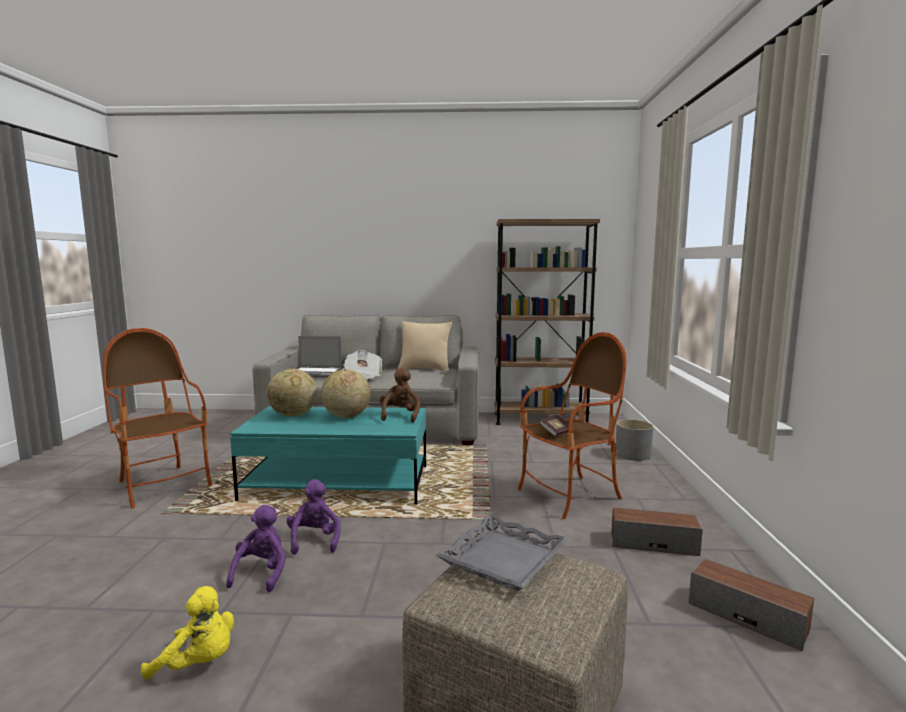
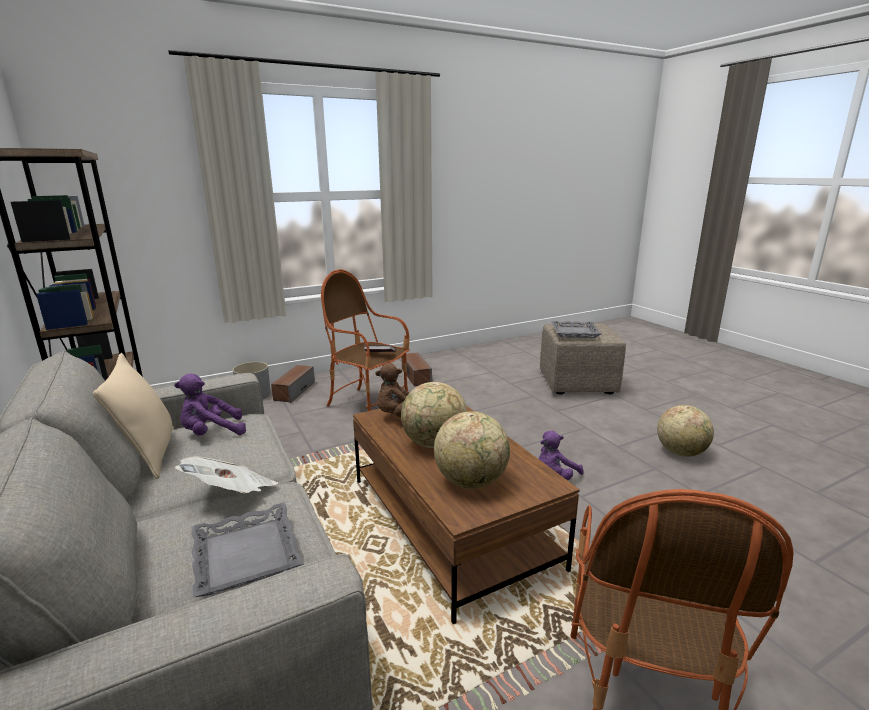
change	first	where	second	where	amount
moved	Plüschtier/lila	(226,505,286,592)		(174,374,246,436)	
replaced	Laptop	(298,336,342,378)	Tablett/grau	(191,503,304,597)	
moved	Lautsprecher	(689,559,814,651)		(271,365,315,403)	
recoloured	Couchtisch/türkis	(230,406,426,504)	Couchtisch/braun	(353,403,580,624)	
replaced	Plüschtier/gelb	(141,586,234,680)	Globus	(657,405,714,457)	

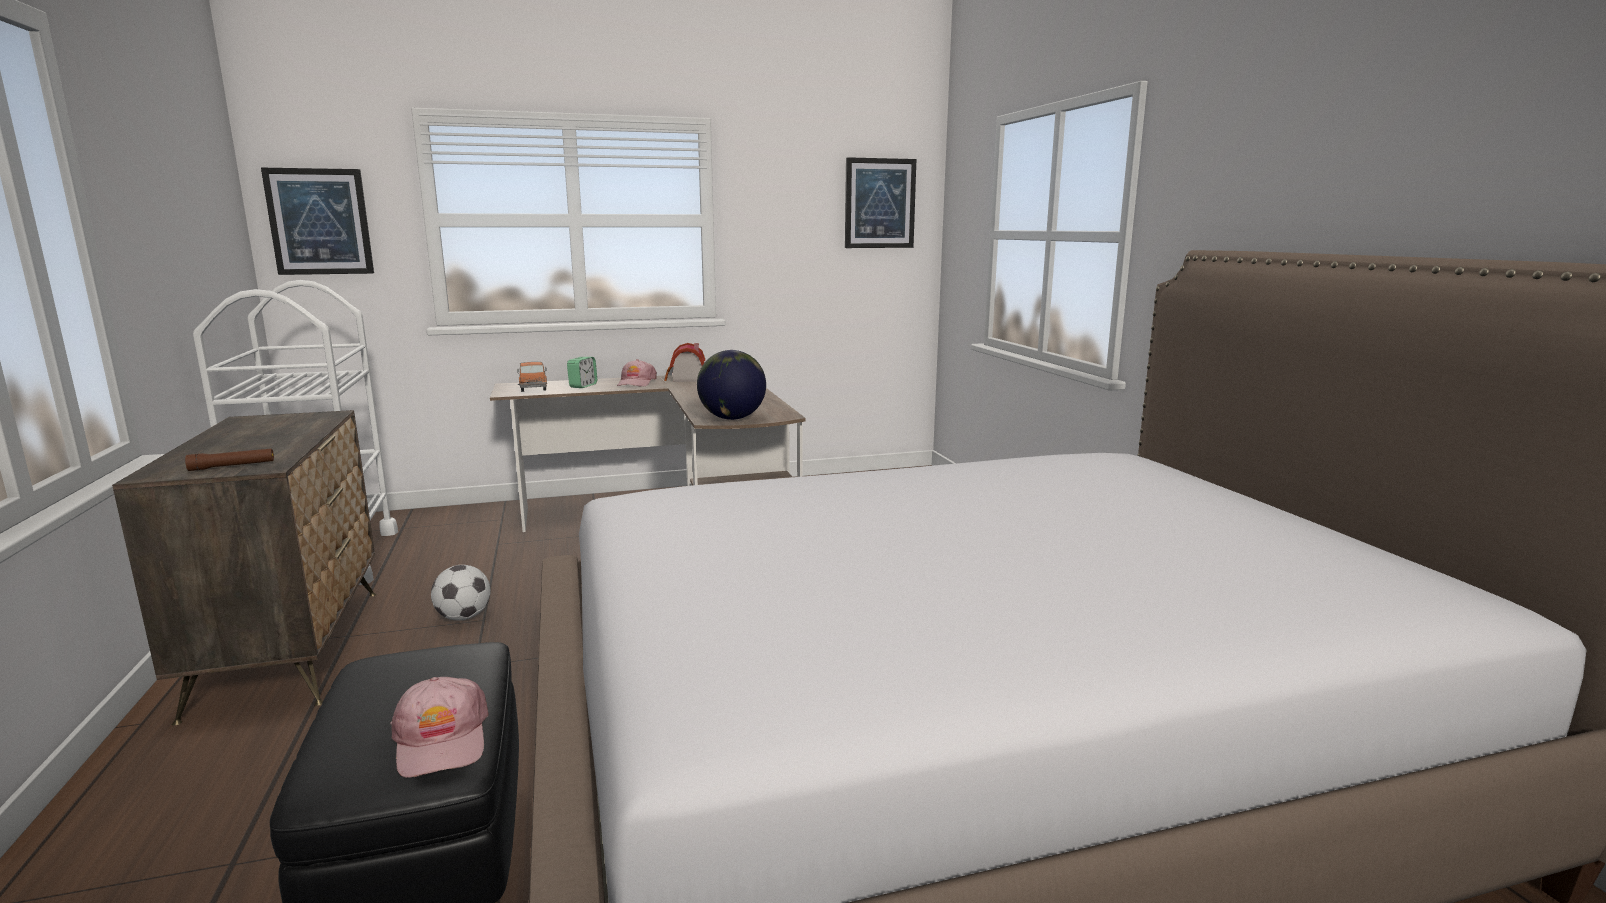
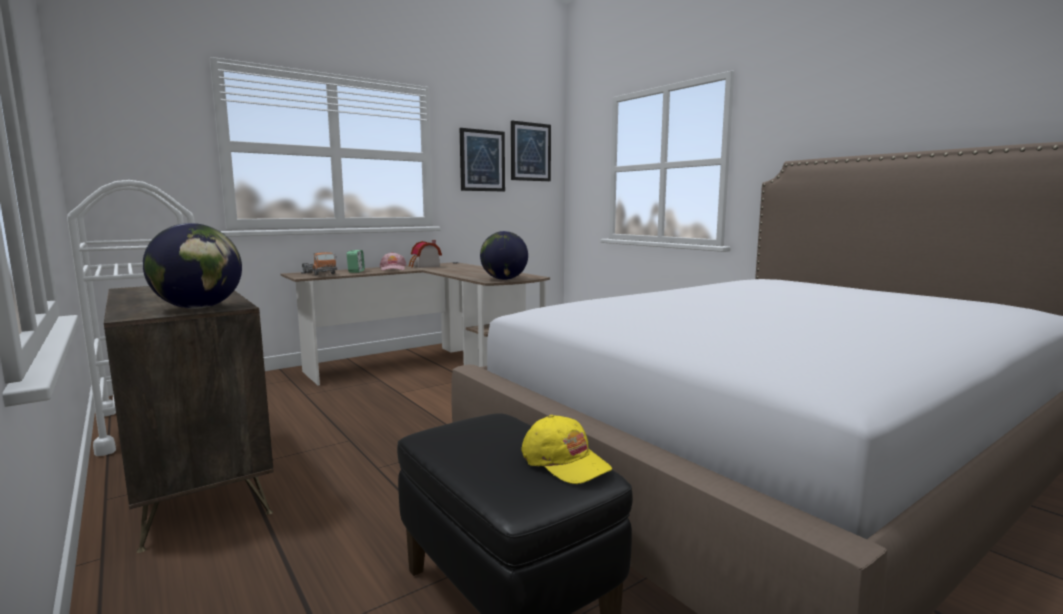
change	first	where	second	where	amount
replaced	Taschenlampe/braun	(185,448,274,471)	Globus	(143,223,242,309)	
moved	Bild	(261,168,374,275)		(460,128,505,191)	
recoloured	Kappe/rosa	(390,677,489,778)	Kappe/gelb	(521,415,612,484)	
removed	Fußball	(431,565,491,621)			

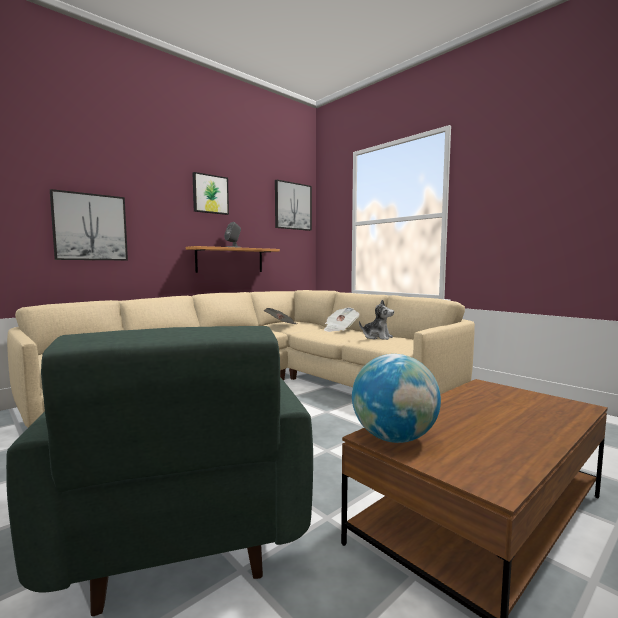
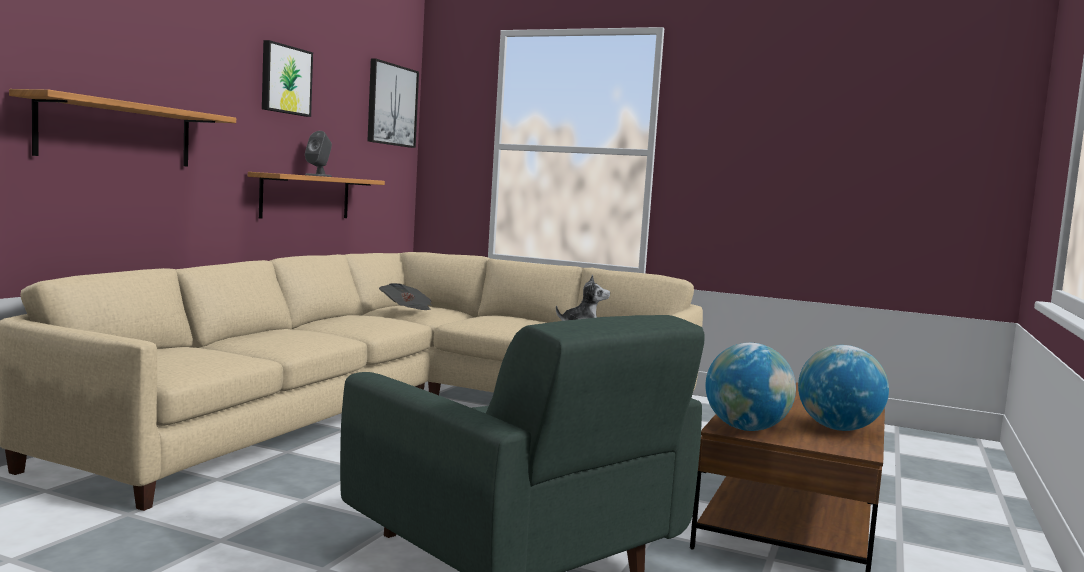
change	first	where	second	where	amount
replaced	Bild	(50,189,128,260)	Wandregal	(9,89,236,167)	
added			Globus	(798,345,889,431)	
removed	Zeitung	(324,307,360,332)			

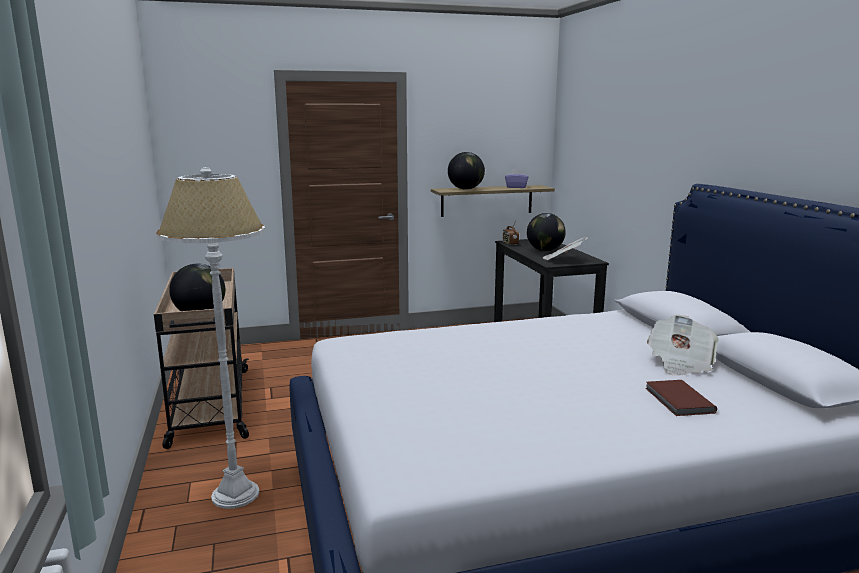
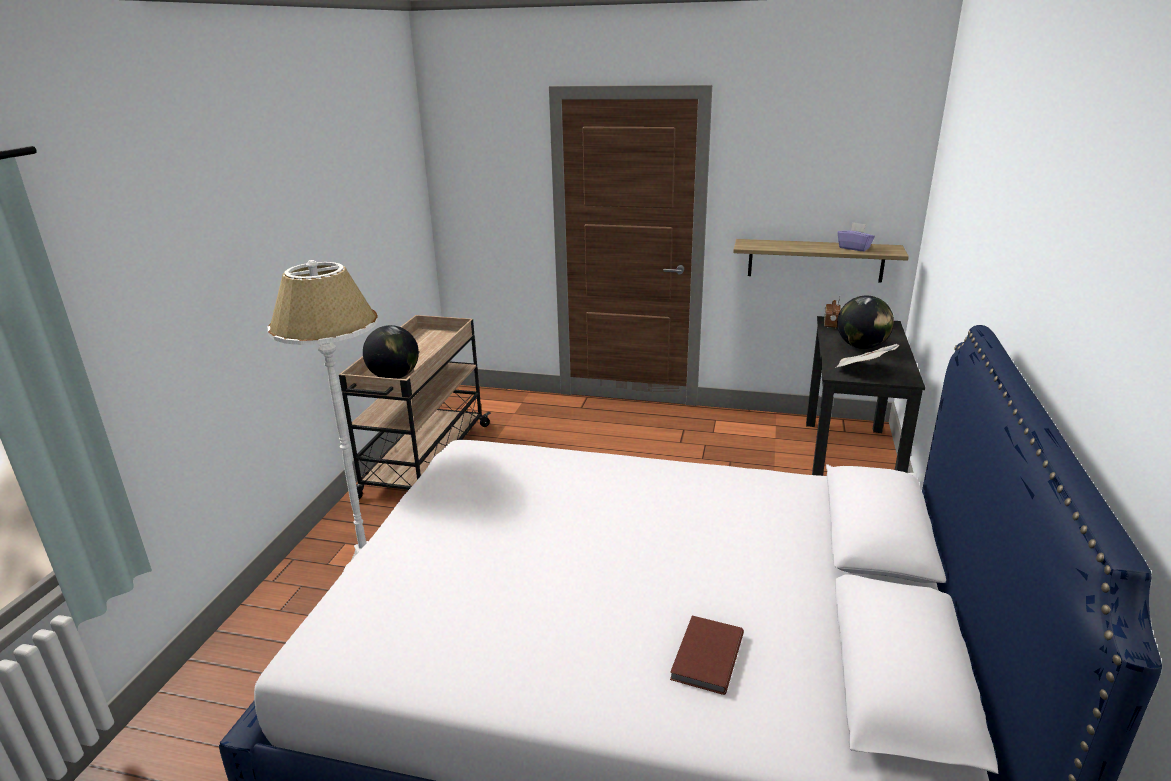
change	first	where	second	where	amount
removed	Globus	(448,152,485,190)			
removed	Zeitung	(647,315,719,376)			

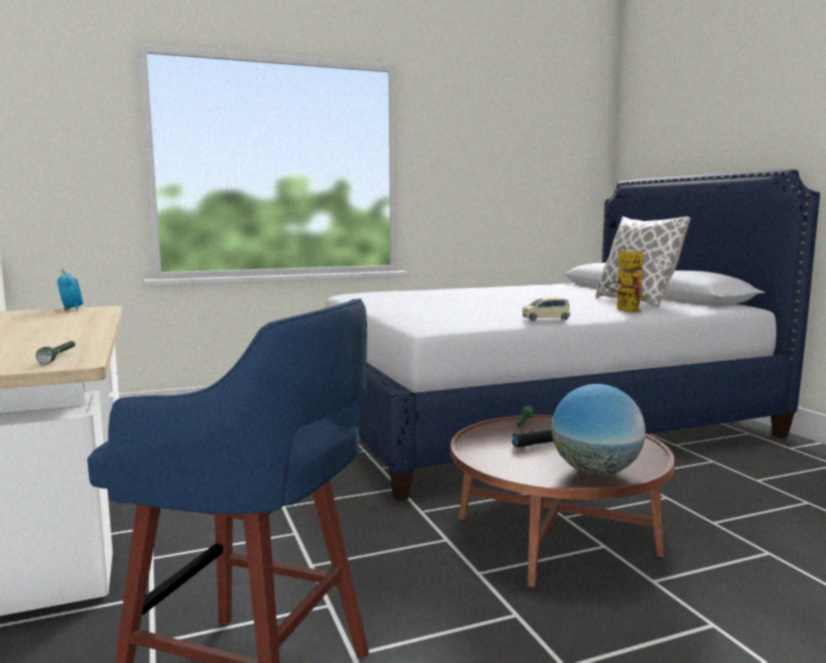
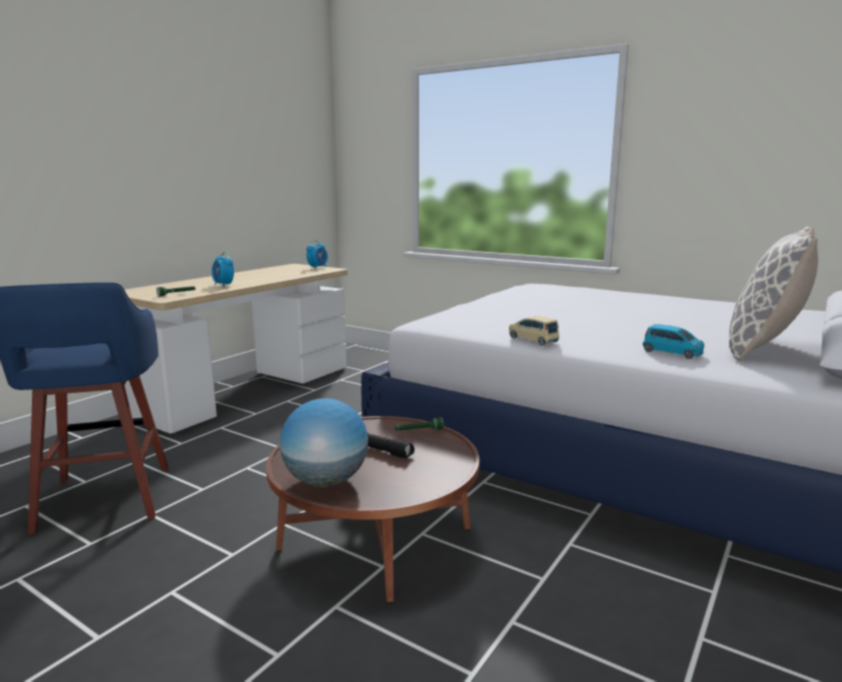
change	first	where	second	where	amount
added			Wecker	(212,252,234,287)	
replaced	Spielzeugroboter	(605,247,644,312)	Spielzeugauto/blau	(643,324,704,359)	

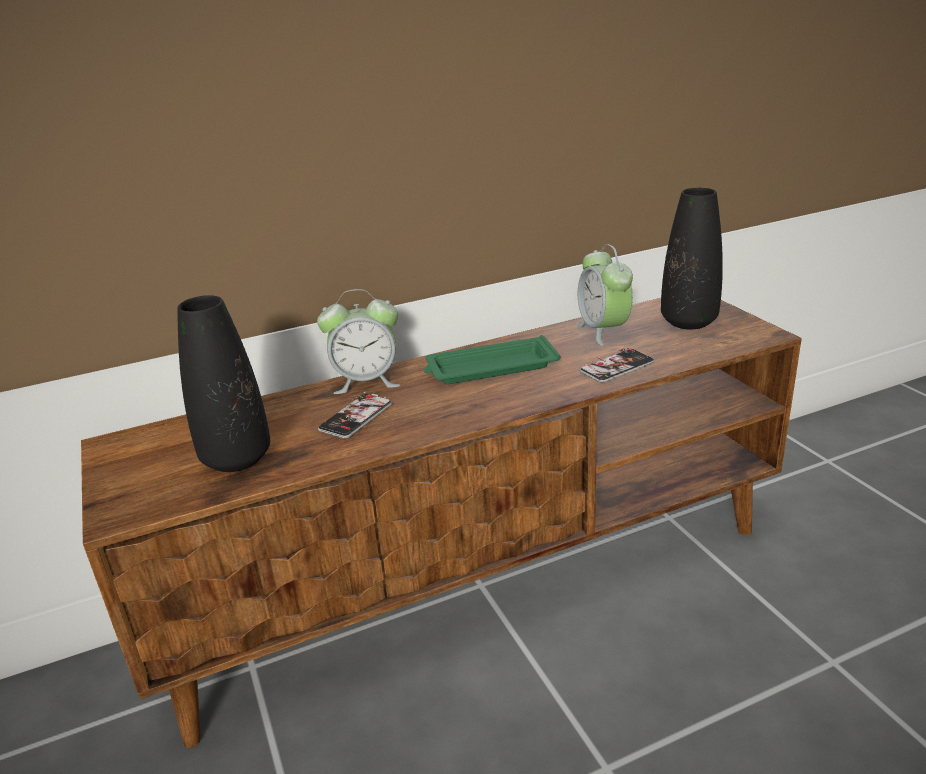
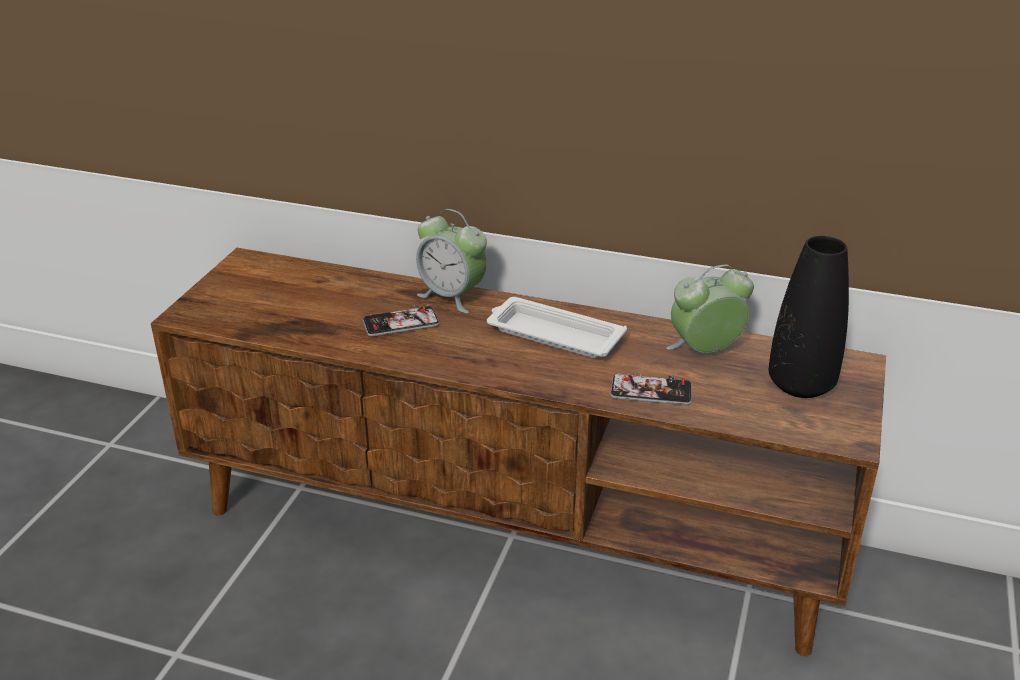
change	first	where	second	where	amount
recoloured	Tablett/grün	(424,335,560,384)	Tablett/weiß	(487,297,627,358)	
turned	Wecker	(576,244,633,346)		(666,265,754,353)	45 degrees clockwise
removed	Vase/schwarz	(177,295,270,472)			

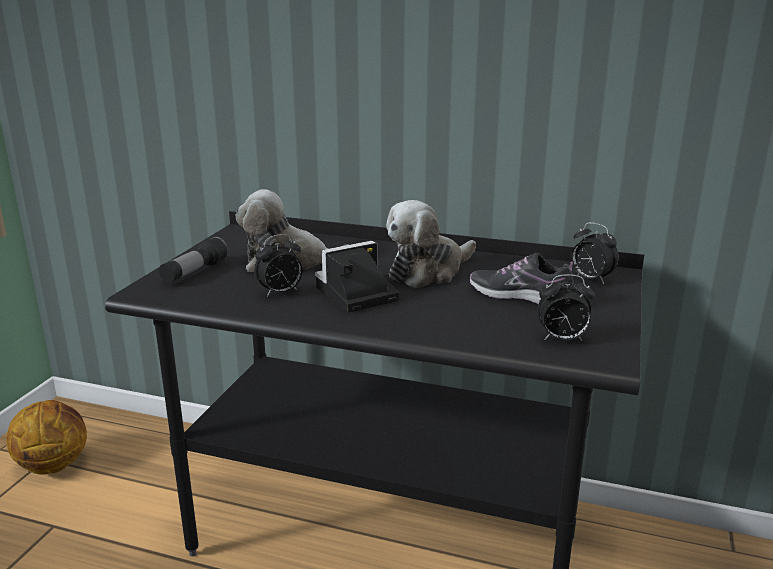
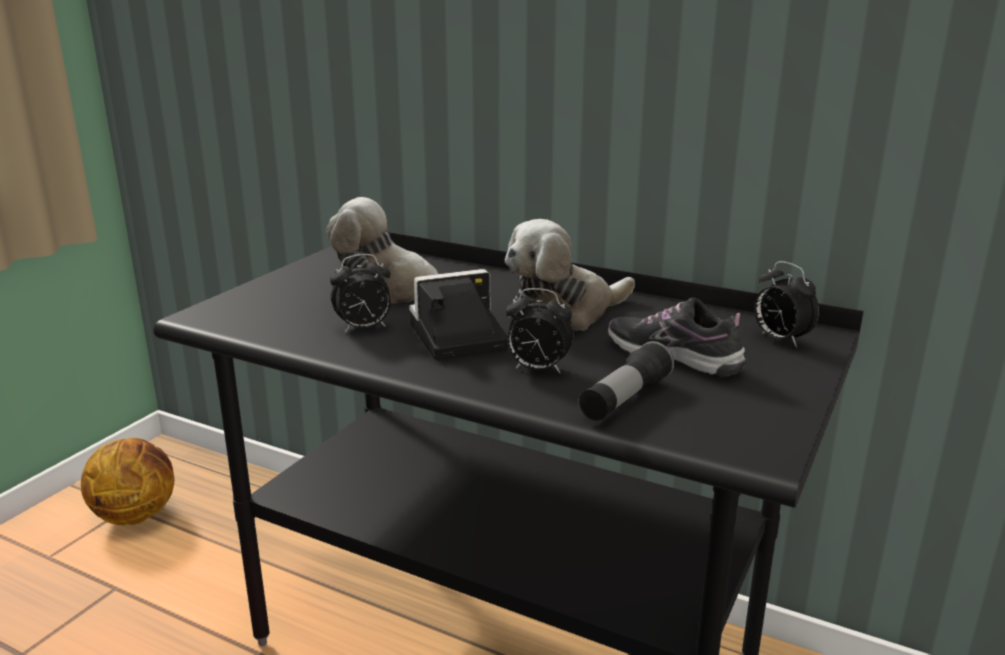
change	first	where	second	where	amount
moved	Wecker	(538,274,595,341)		(505,288,573,373)	
moved	Taschenlampe	(159,237,229,283)		(579,341,674,421)	

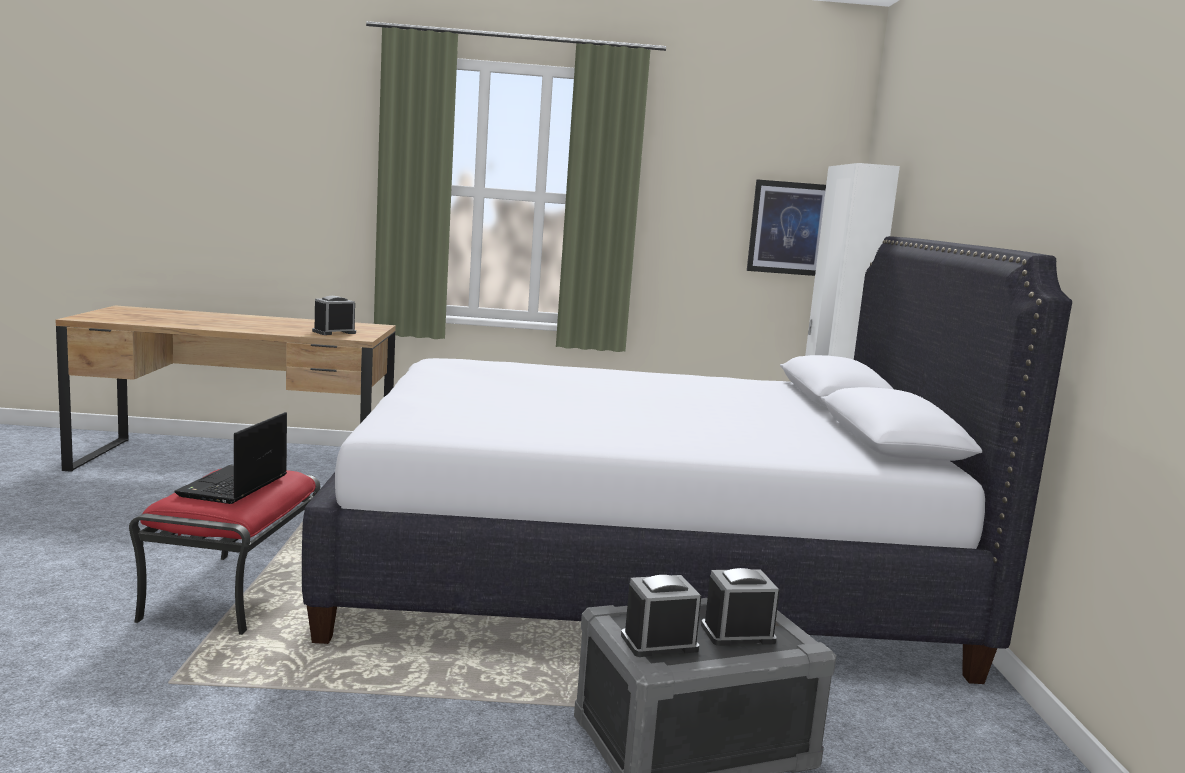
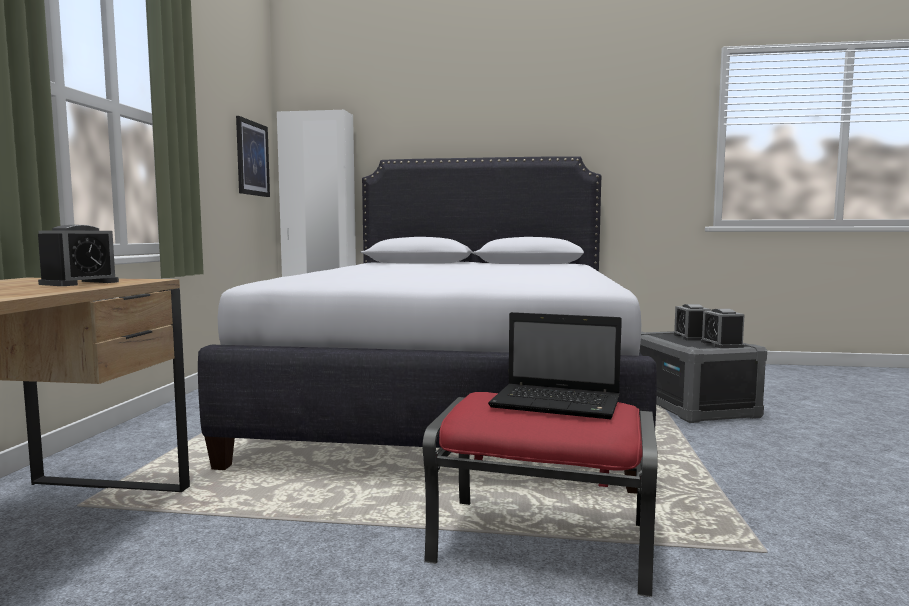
change	first	where	second	where	amount
turned	Wecker	(312,296,356,335)		(38,225,119,286)	120 degrees counterclockwise

